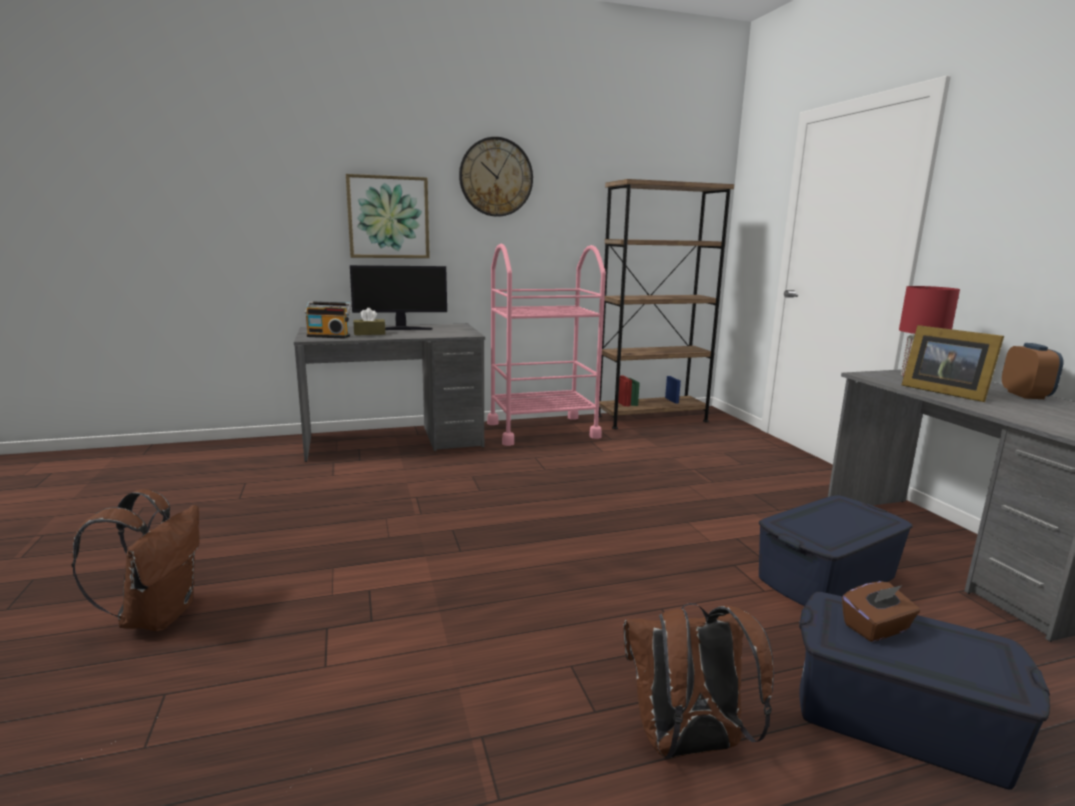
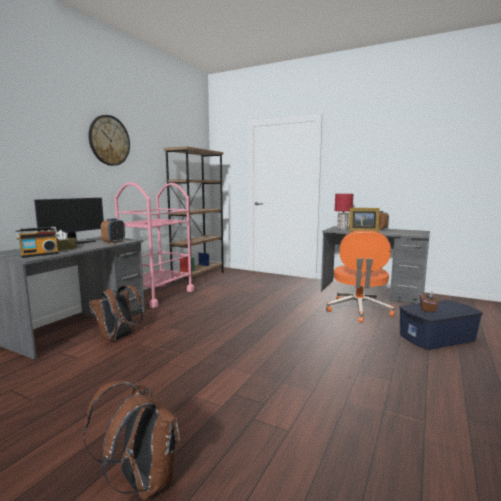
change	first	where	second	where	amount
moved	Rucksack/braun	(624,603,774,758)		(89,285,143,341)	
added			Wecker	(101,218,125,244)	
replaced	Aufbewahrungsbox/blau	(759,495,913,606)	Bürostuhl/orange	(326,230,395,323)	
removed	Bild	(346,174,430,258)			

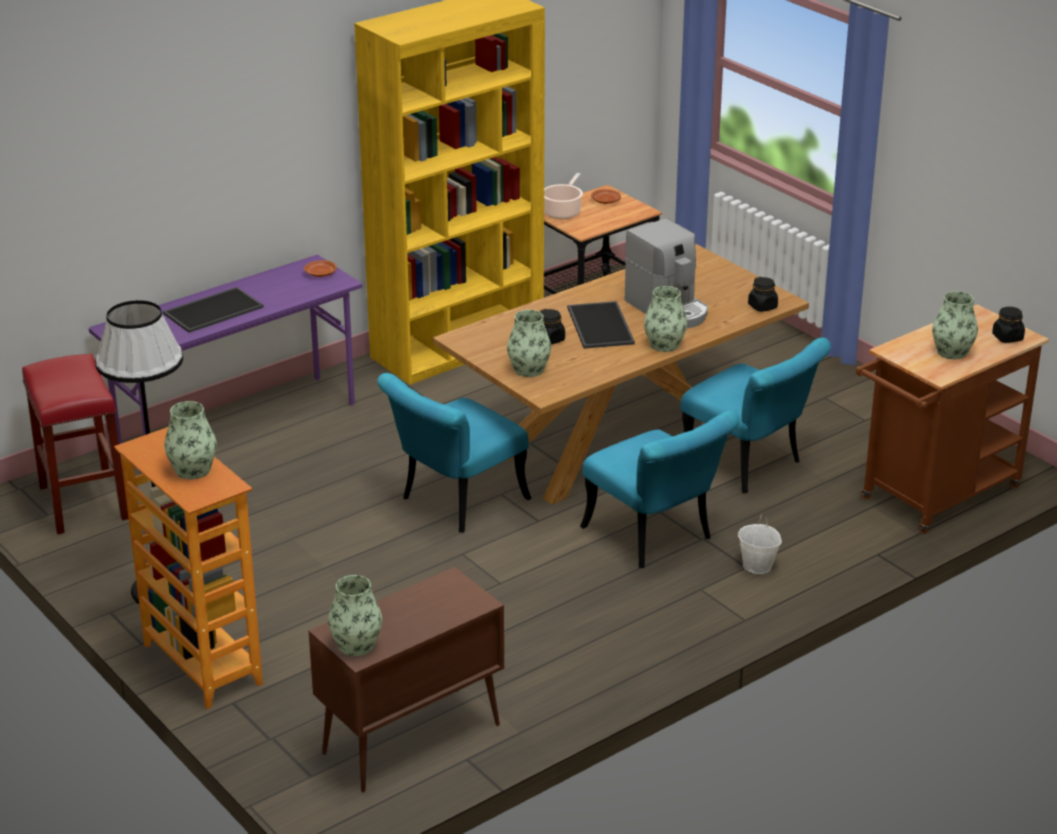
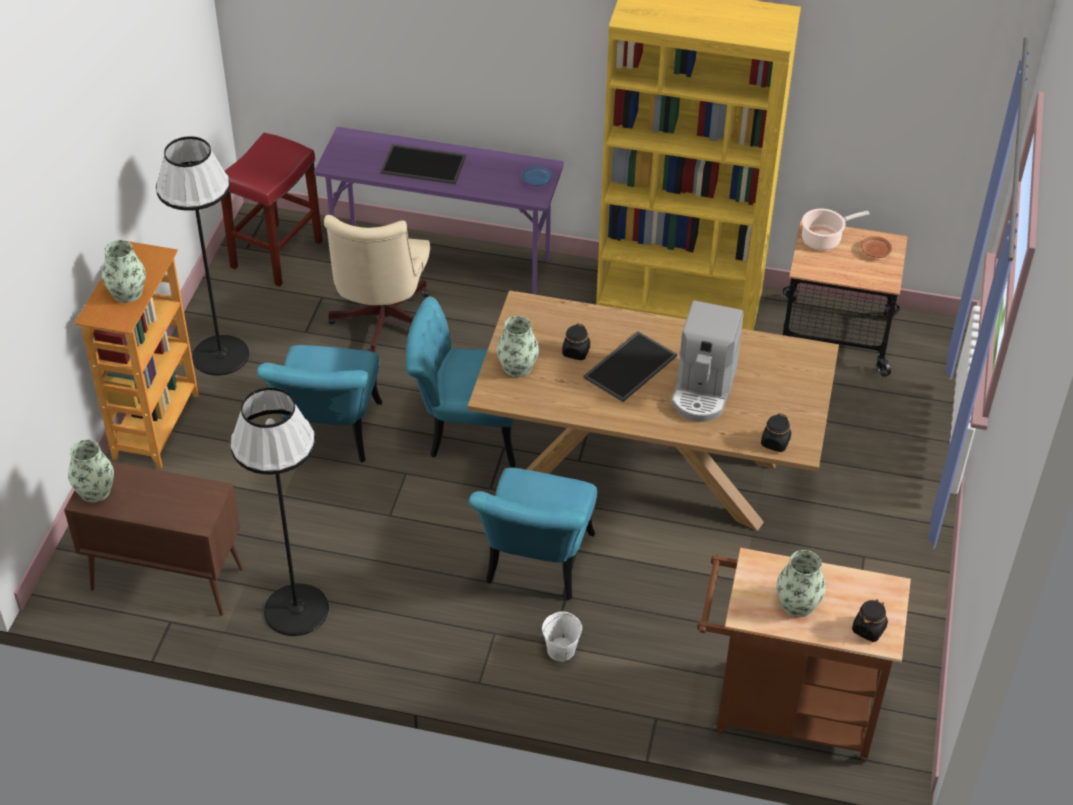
change	first	where	second	where	amount
added			Stehlampe/schwarz	(230,387,329,636)	
moved	Stuhl/türkis	(681,338,830,493)		(257,345,382,463)	
added			Bürostuhl/beige	(324,215,430,352)	
recoloured	Teller/braun	(304,260,337,277)	Teller/blau	(521,166,552,186)	
removed	Vase	(644,286,687,352)			

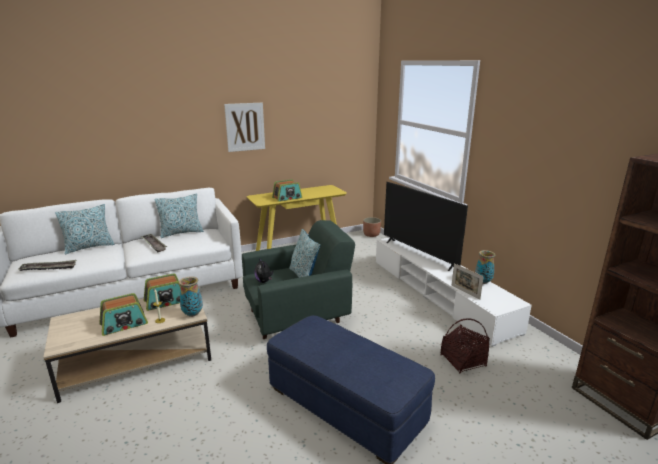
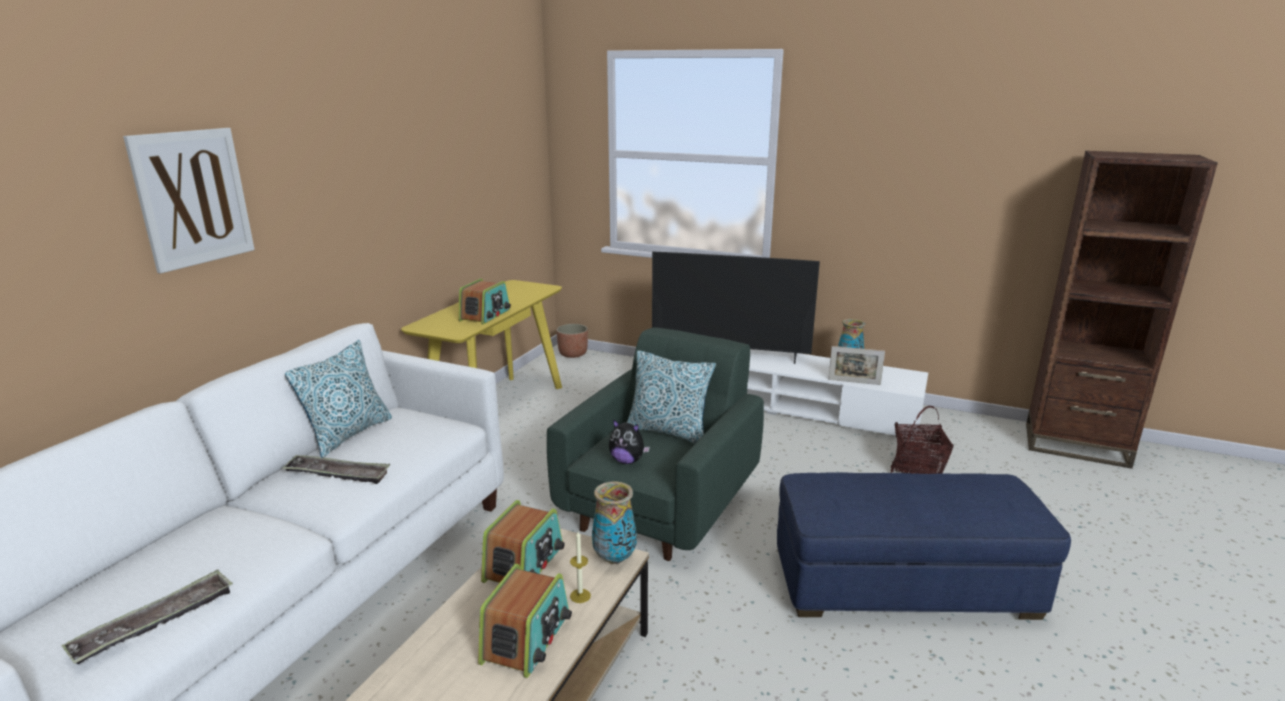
change	first	where	second	where	amount
moved	Bild	(224,103,265,152)		(123,128,255,274)	
removed	Kissen	(55,204,114,255)			

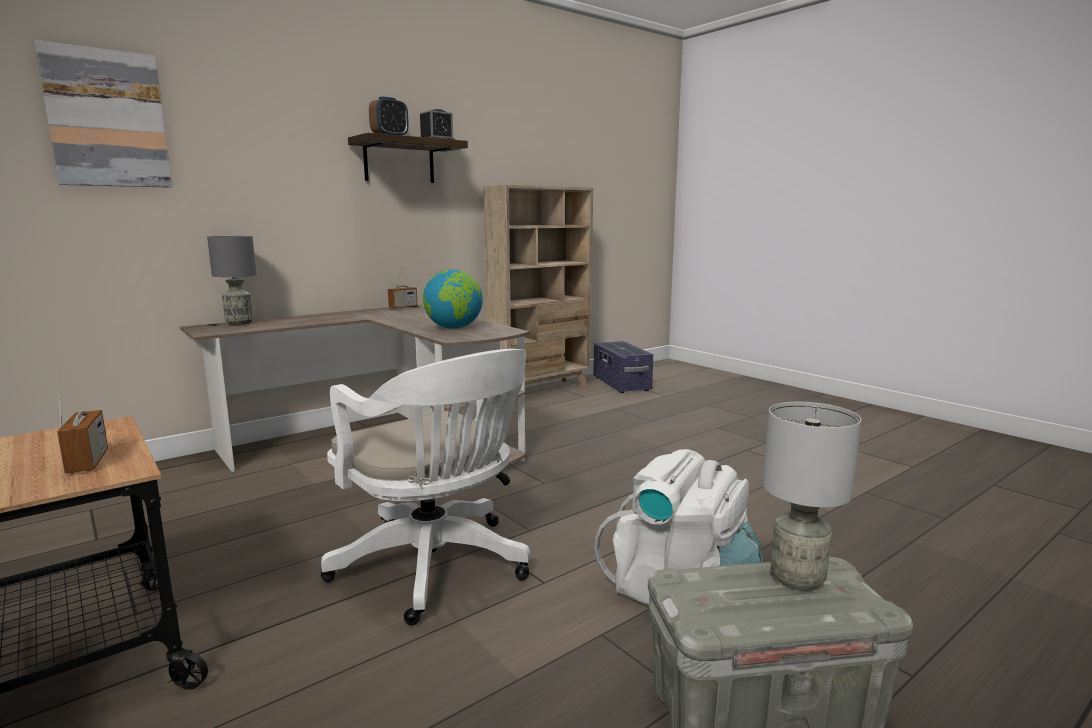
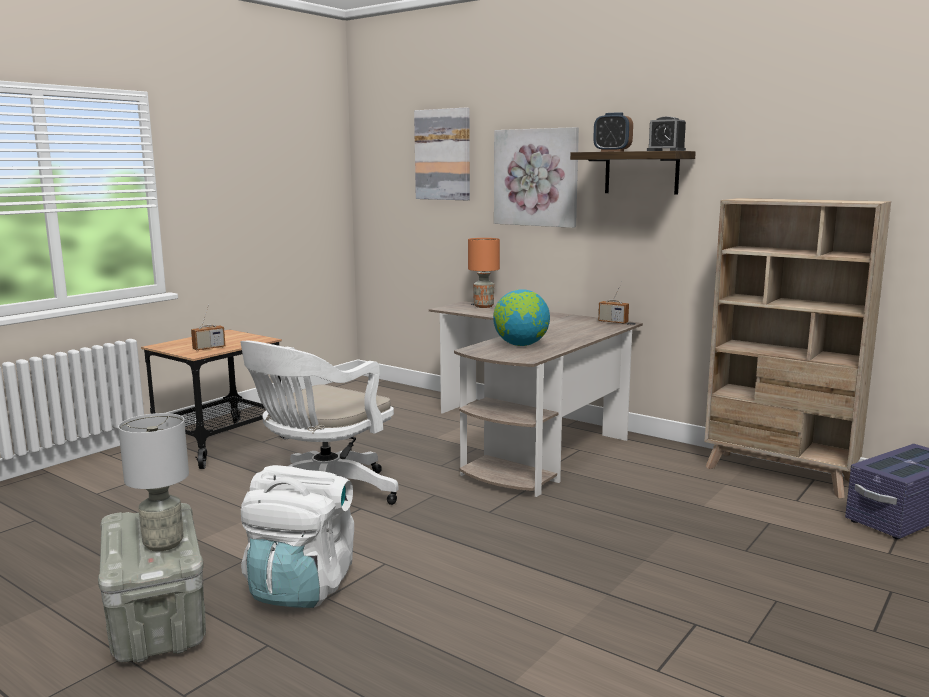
change	first	where	second	where	amount
recoloured	Tischlampe/grau	(207,236,256,325)	Tischlampe/orange	(468,238,500,308)	
added			Bild	(494,127,579,228)	

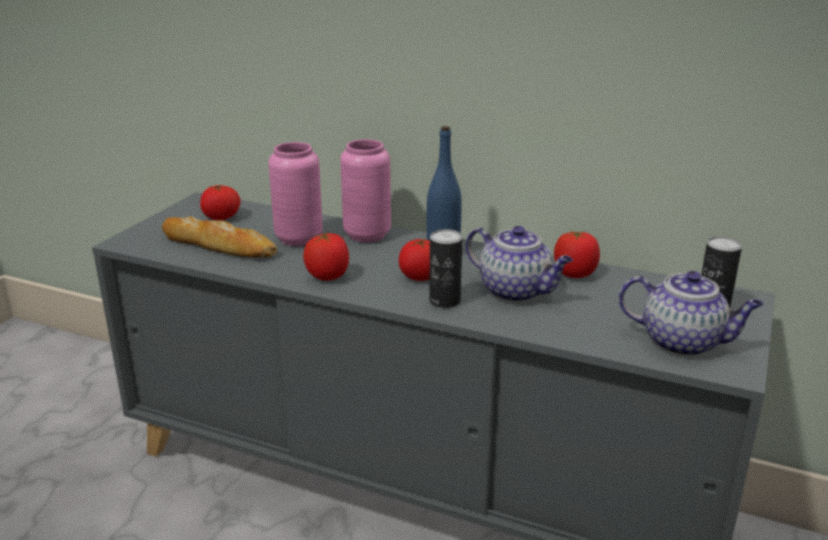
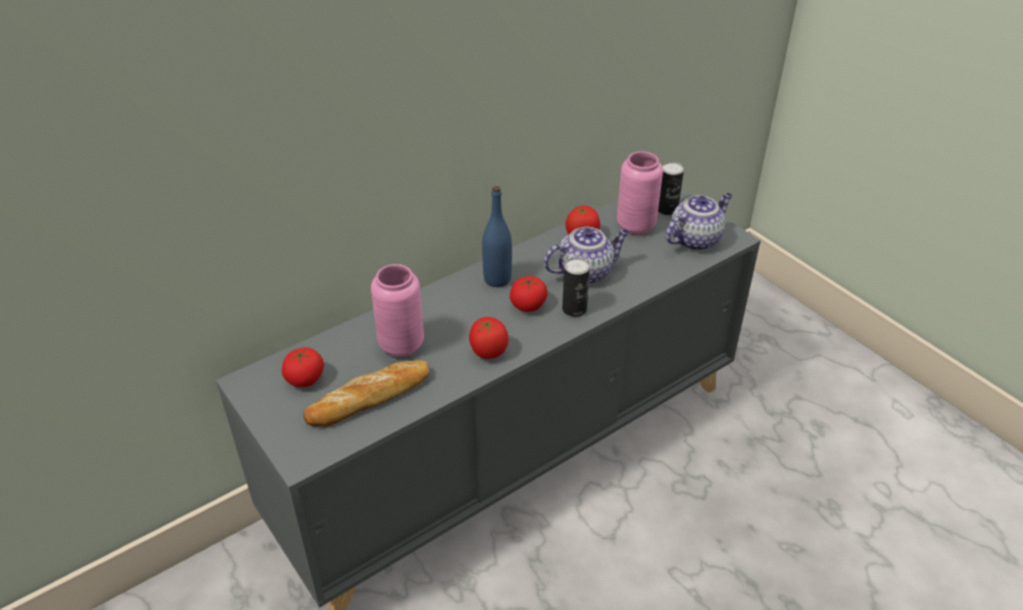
change	first	where	second	where	amount
moved	Vase/rosa	(340,139,391,243)		(617,151,663,235)	

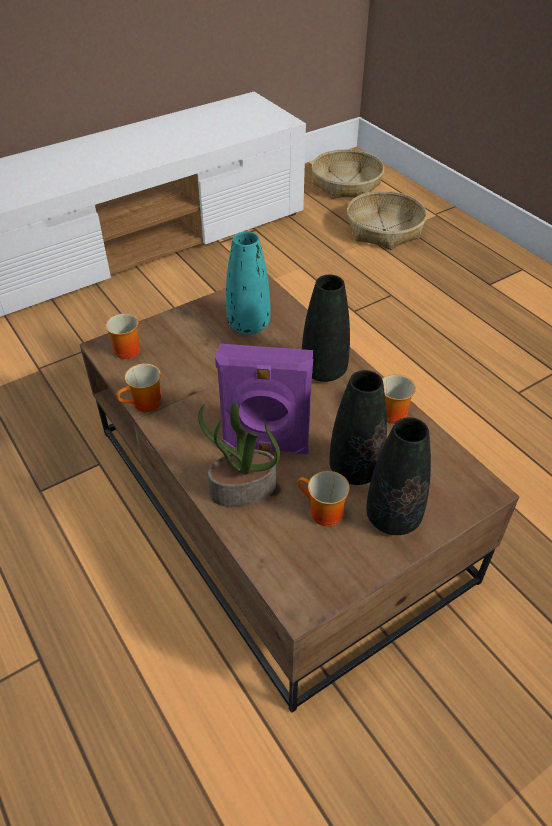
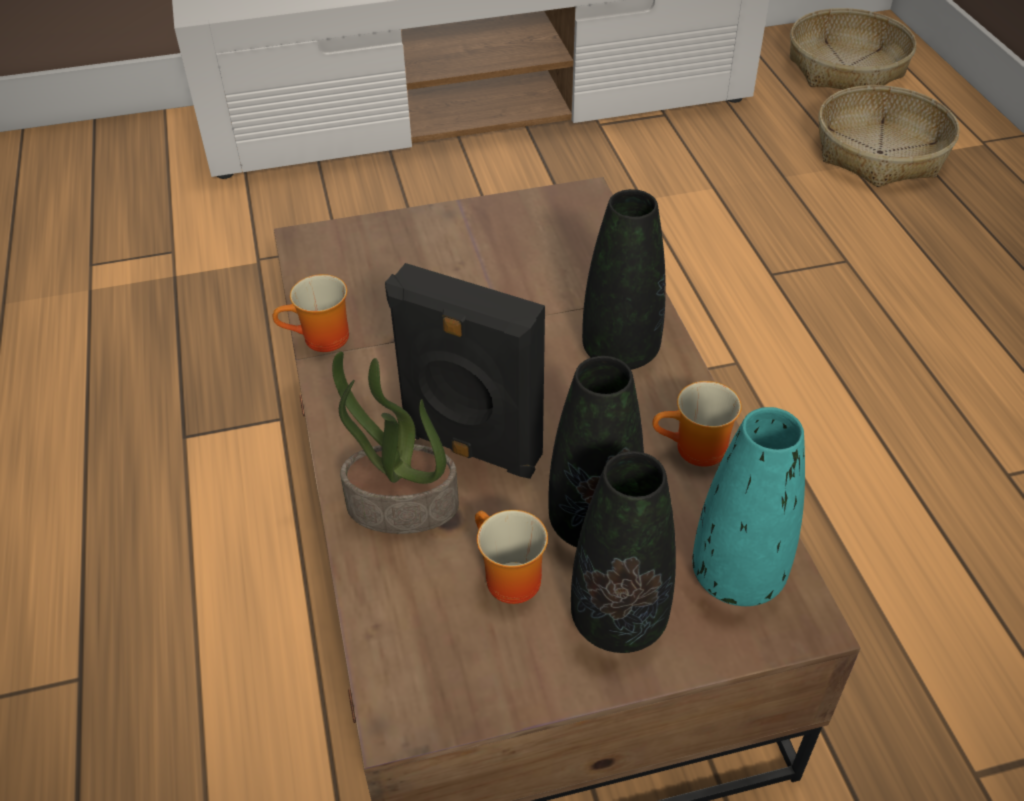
change	first	where	second	where	amount
recoloured	Lautsprecher/lila	(215,344,313,454)	Lautsprecher/schwarz	(385,263,545,479)	
moved	Vase/türkis	(226,231,270,335)		(692,407,805,606)	
removed	Henkelbecher	(105,314,140,359)			

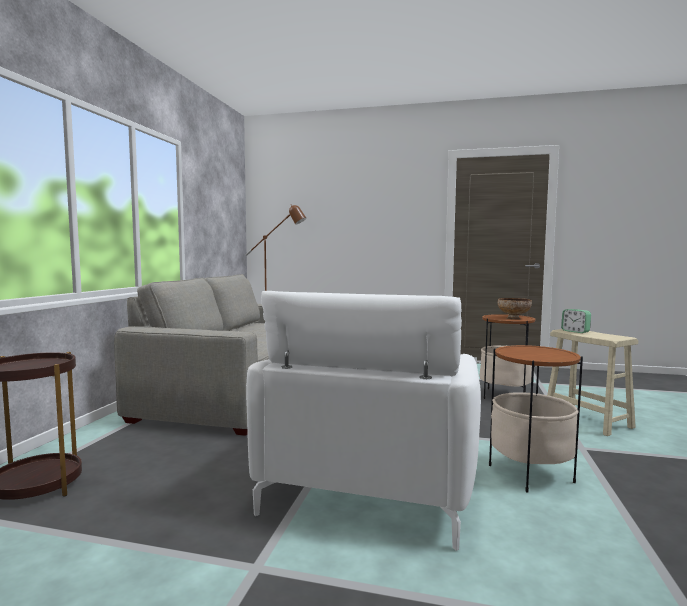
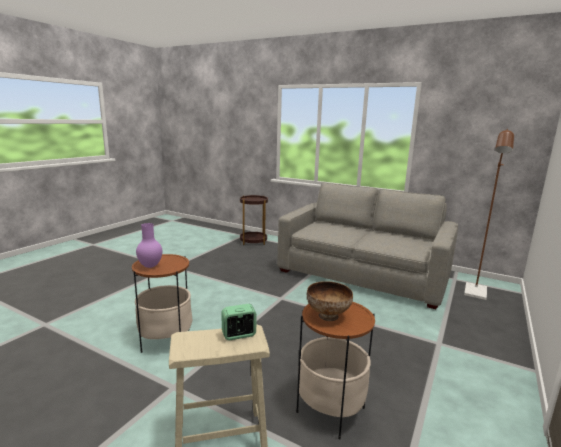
change	first	where	second	where	amount
added			Vase/lila	(136,223,162,268)	
removed	Sessel/weiß	(246,291,481,551)			

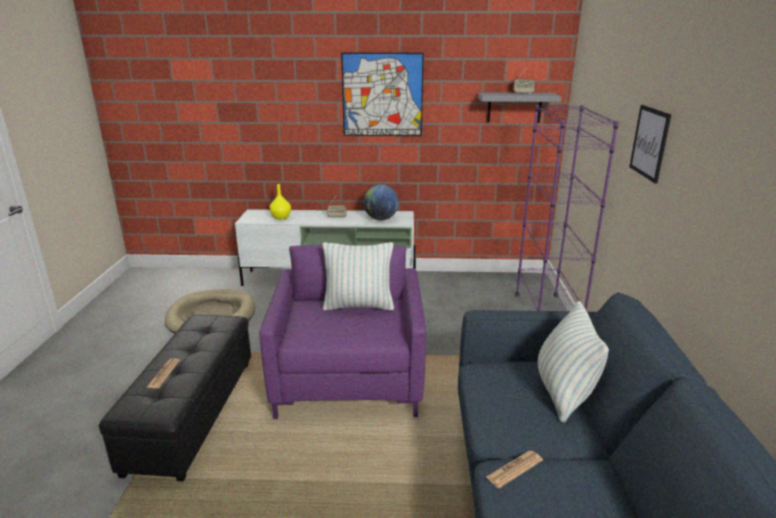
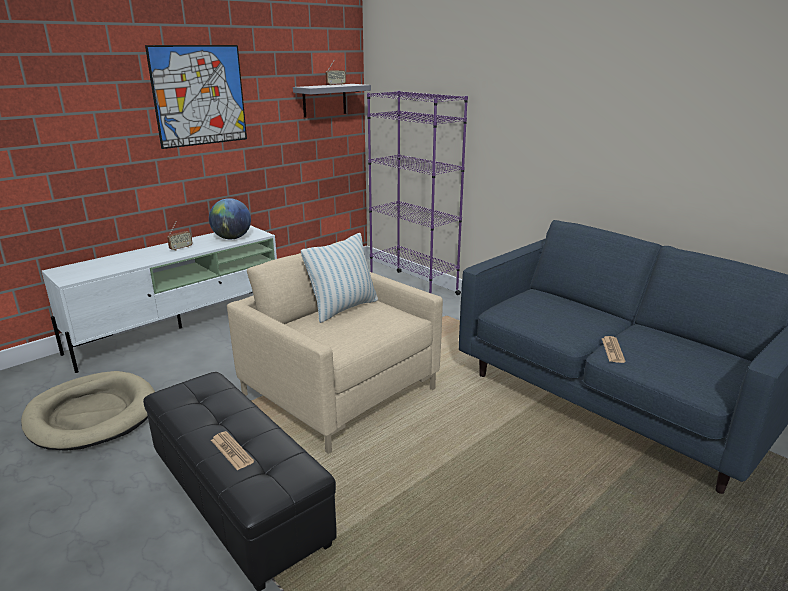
change	first	where	second	where	amount
recoloured	Sessel/lila	(259,245,426,419)	Sessel/beige	(227,240,443,454)	
removed	Vase/gelb	(269,184,291,220)			
removed	Kissen	(538,301,609,423)			
removed	Bild	(629,105,671,184)			

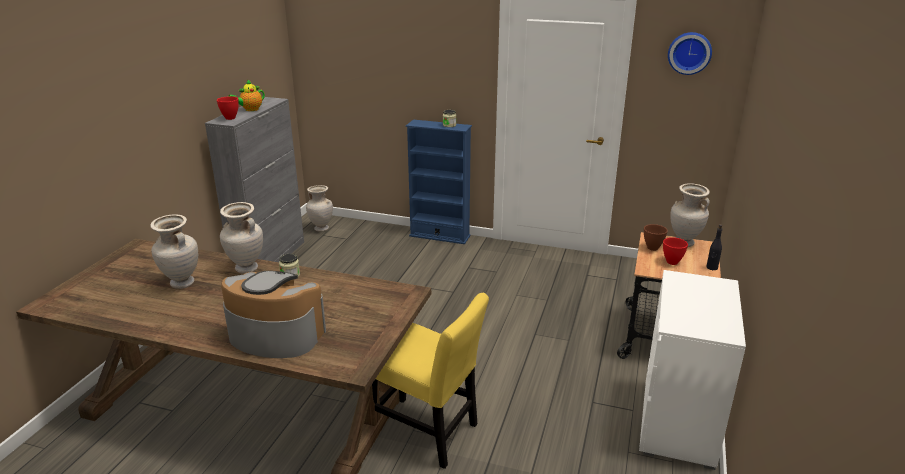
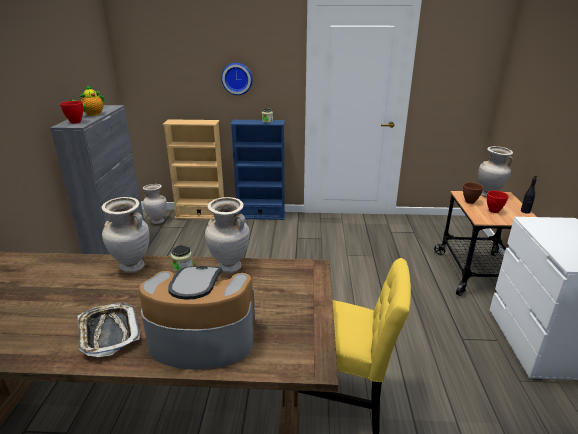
change	first	where	second	where	amount
added			Tablett	(78,303,140,357)	
added			Bücherregal/beige	(163,119,224,220)	
moved	Vase/beige	(150,214,198,289)		(205,197,250,273)	
moved	Wanduhr	(668,32,712,75)		(221,63,253,95)	

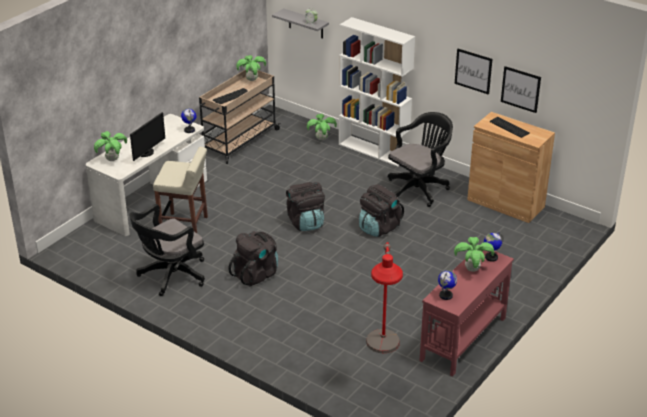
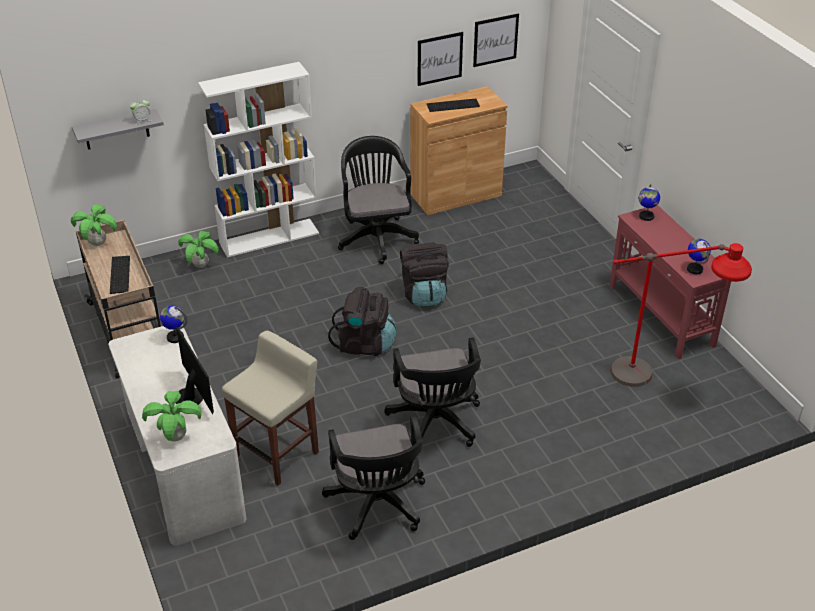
change	first	where	second	where	amount
replaced	Rucksack/schwarz	(229,231,278,287)	Bürostuhl/schwarz	(384,337,481,447)	
moved	Bild	(455,49,493,95)		(473,13,519,67)	
removed	Topfpflanze	(454,237,494,272)			

